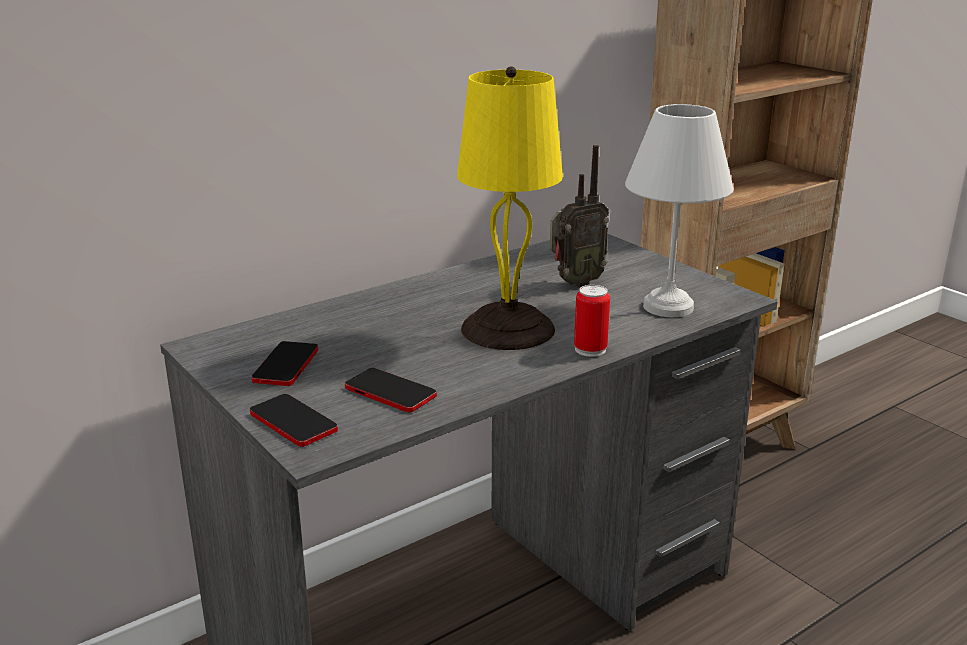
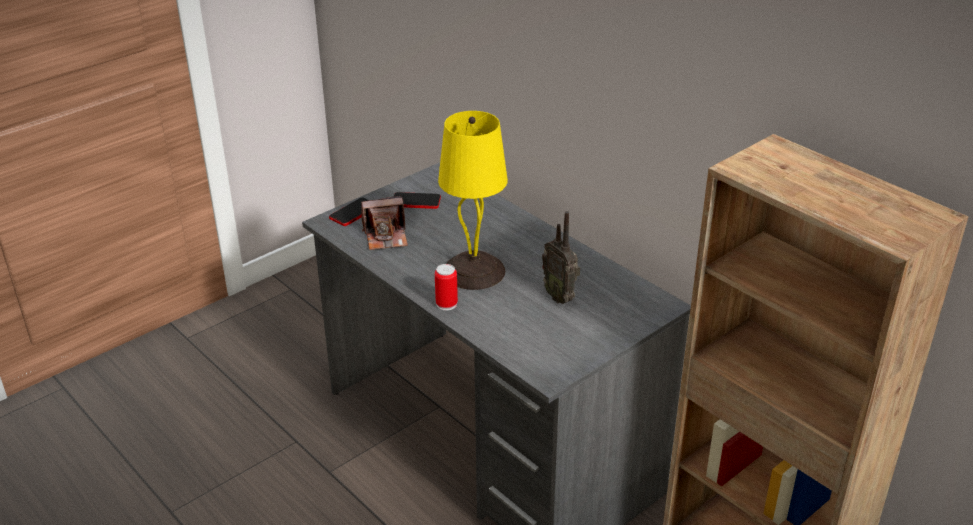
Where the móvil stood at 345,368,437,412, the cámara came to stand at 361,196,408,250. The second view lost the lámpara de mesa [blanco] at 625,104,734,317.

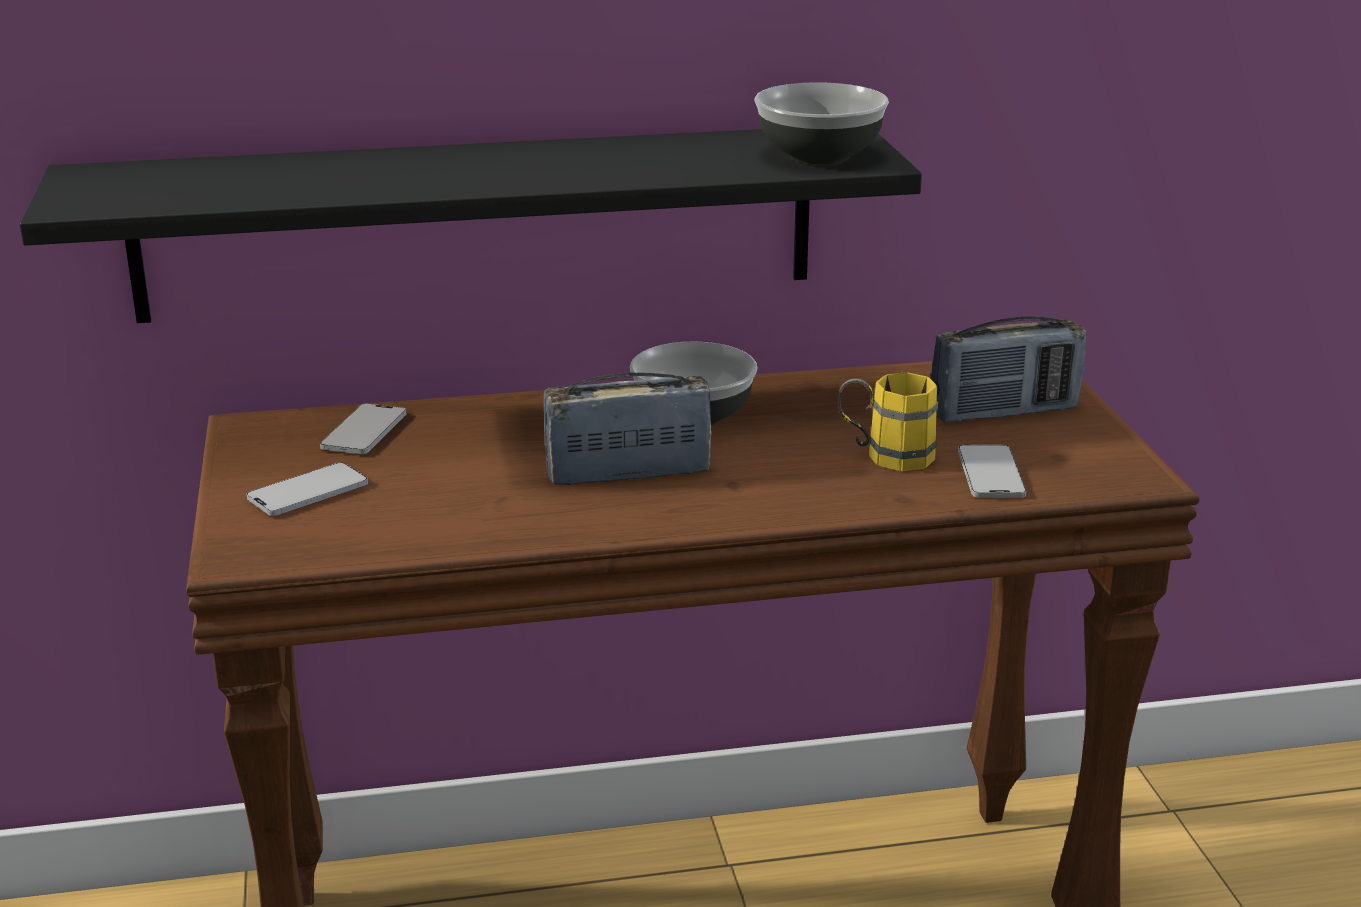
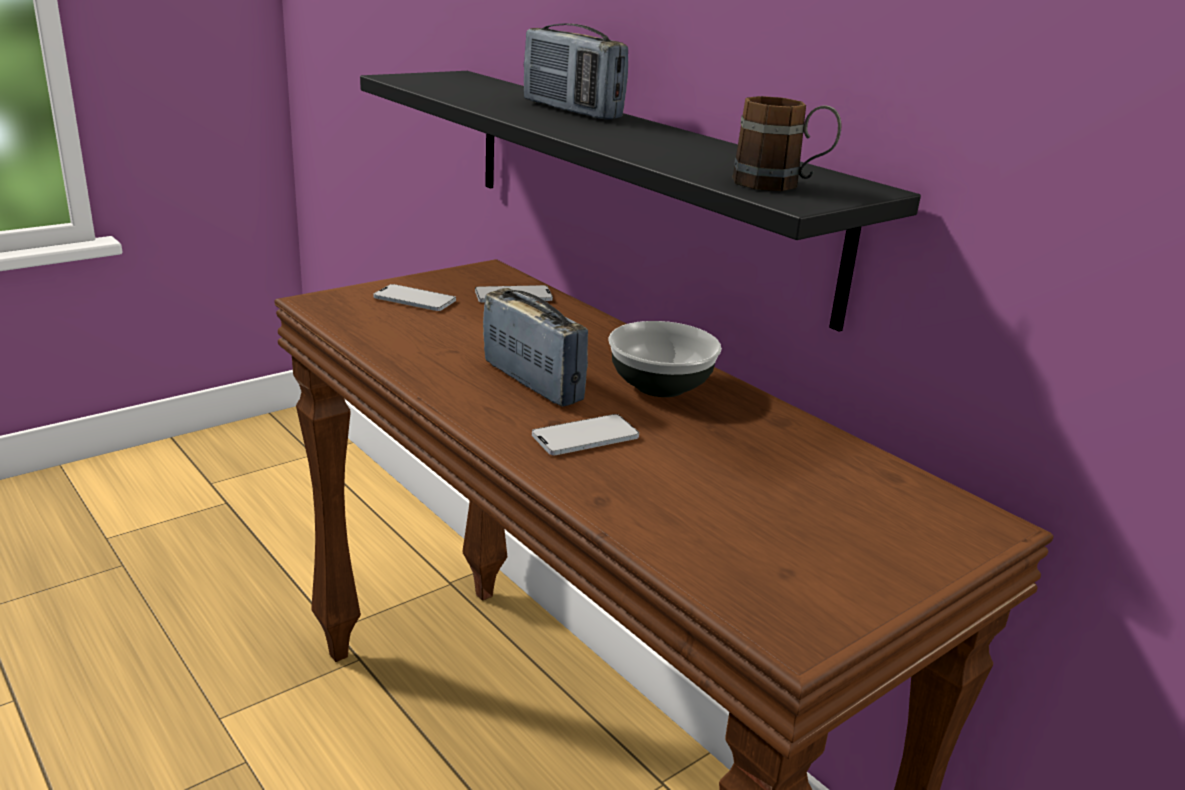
Where the cuenco stood at 754,82,889,164, the taza grande [marrón] came to stand at 733,96,841,191. The second view lost the taza grande [amarillo] at 838,372,938,471. The radio ended up elsewhere, having gone from 931,316,1087,423 to 524,23,628,119. The móvil ended up elsewhere, having gone from 958,445,1027,498 to 532,414,639,455.

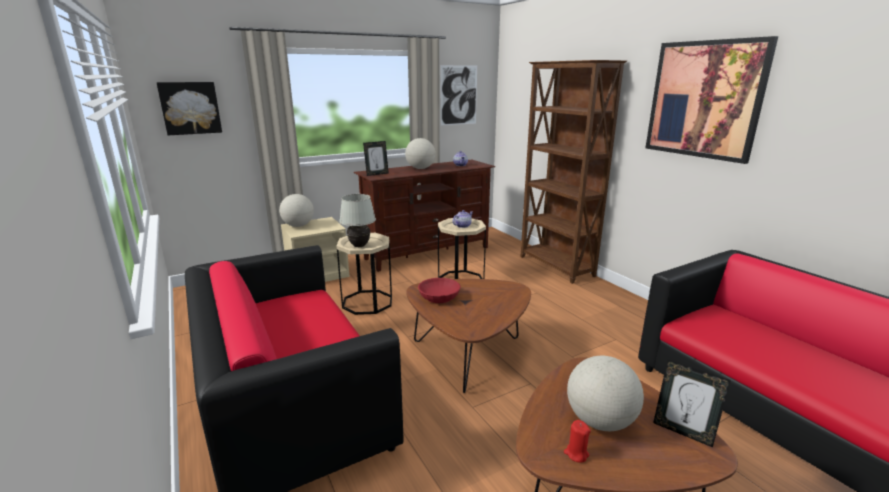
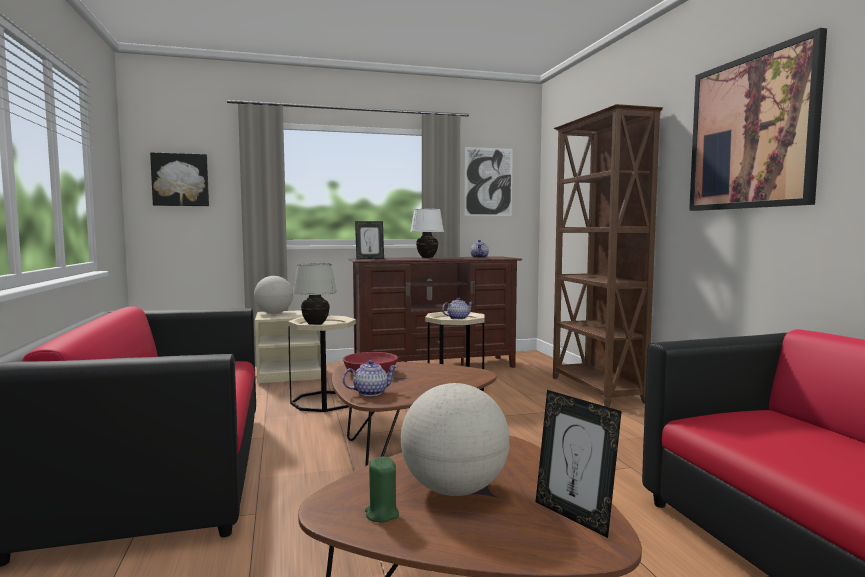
Where the globo terráqueo stood at 405,138,436,169, the lámpara de mesa [blanco] came to stand at 410,209,444,258. What was the vela [rojo] at 564,420,591,463 turned into the vela [verde] at 365,457,399,522. The second view gained the tetera at 343,360,397,396.

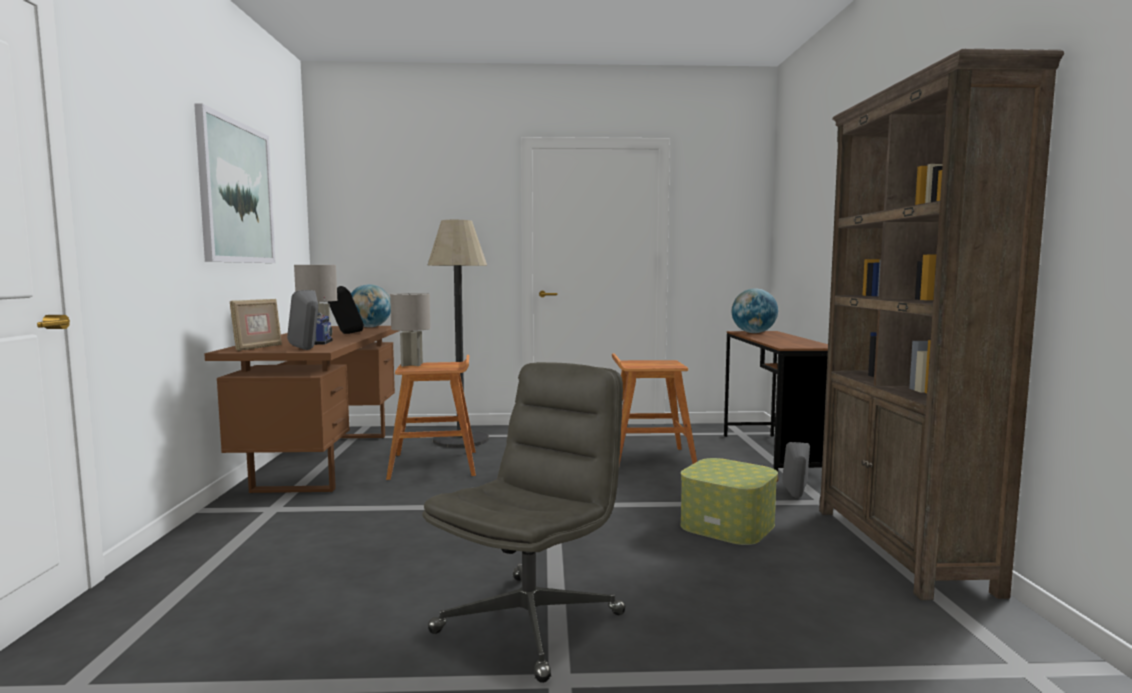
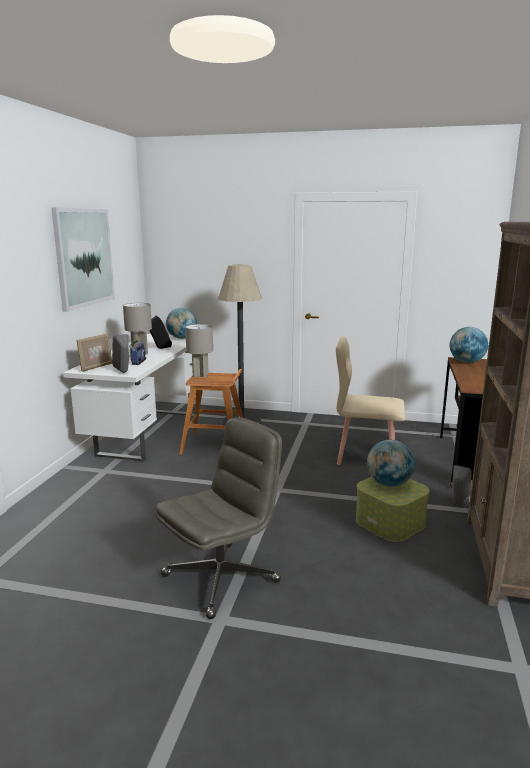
What was the escritorio [marrón] at 204,326,399,494 turned into the escritorio [blanco] at 63,334,193,462. Where the taburete [marrón] stood at 612,353,697,465, the silla [beis] came to stand at 336,336,405,465. The second view gained the globo terráqueo at 367,440,415,487.

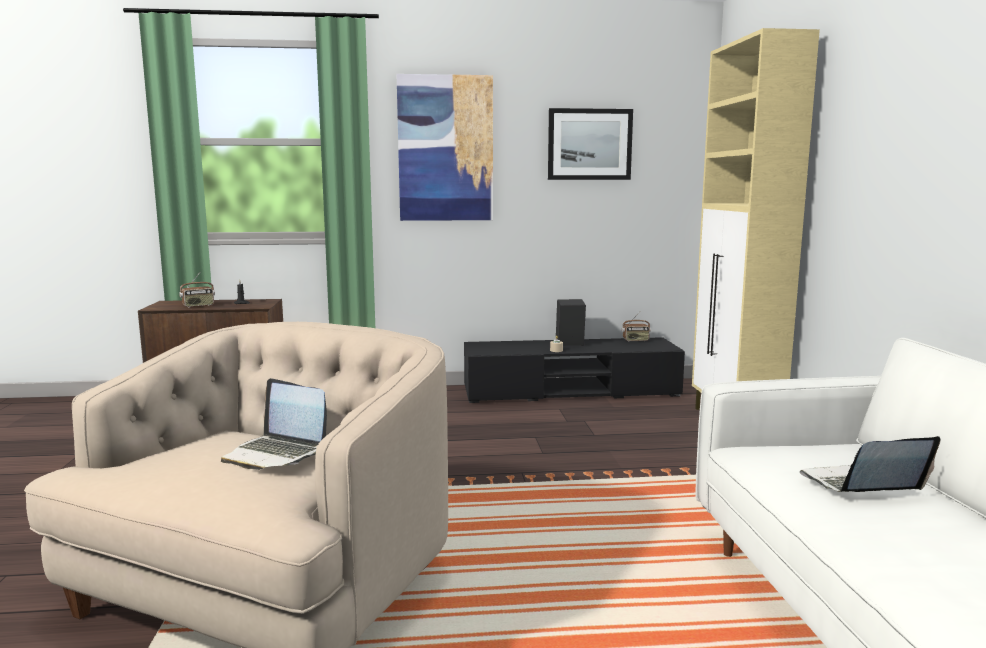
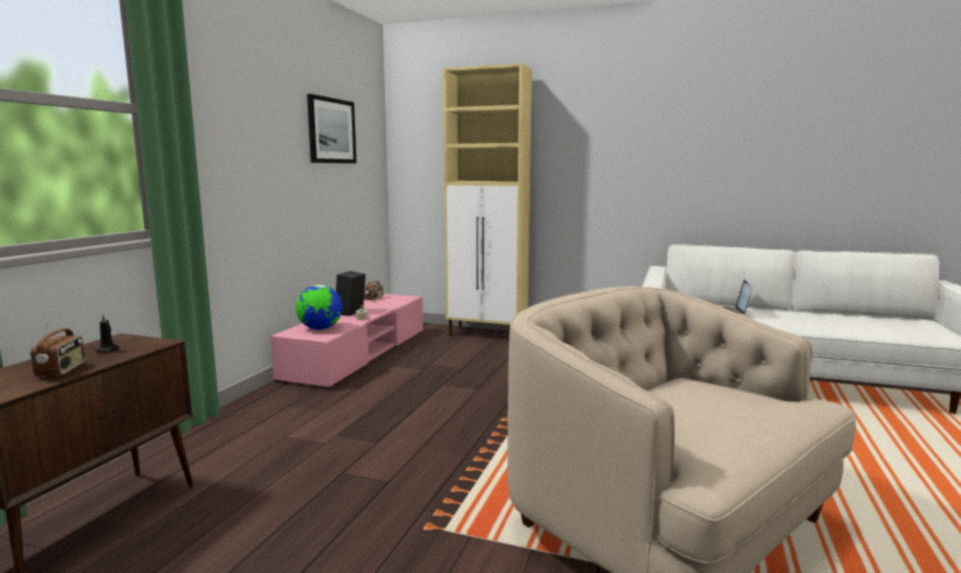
The second view lost the portátil at 221,378,327,470. The second view lost the cuadro at 397,74,493,221. What was the mueble de televisión [negro] at 464,337,685,403 turned into the mueble de televisión [rosa] at 270,294,423,389. The second view gained the globo terráqueo at 296,284,343,330.

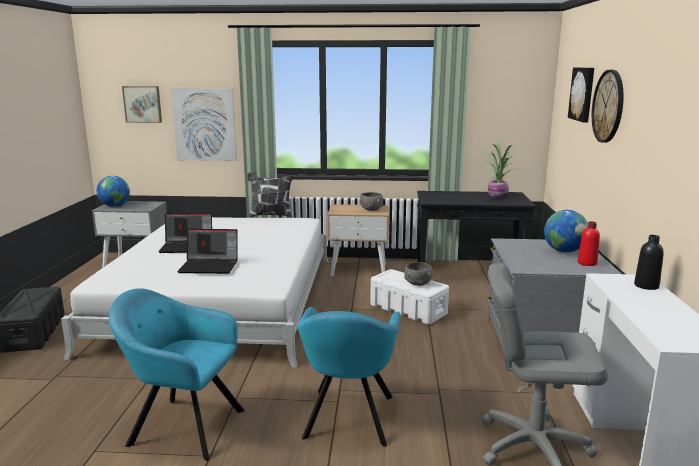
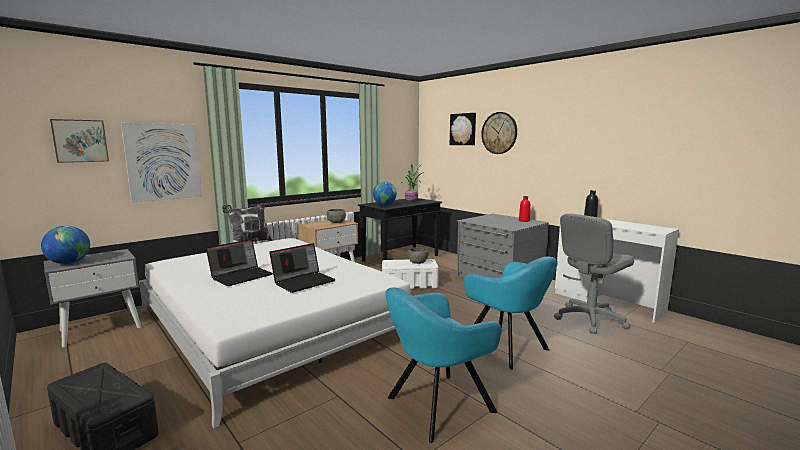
The globo terráqueo ended up elsewhere, having gone from 544,210,588,253 to 373,182,397,206.

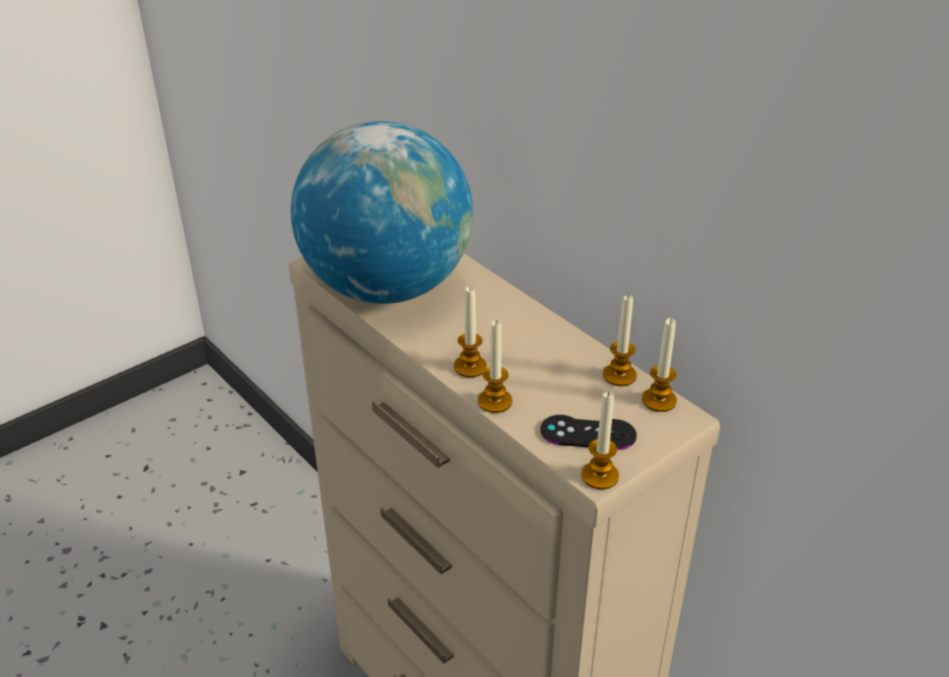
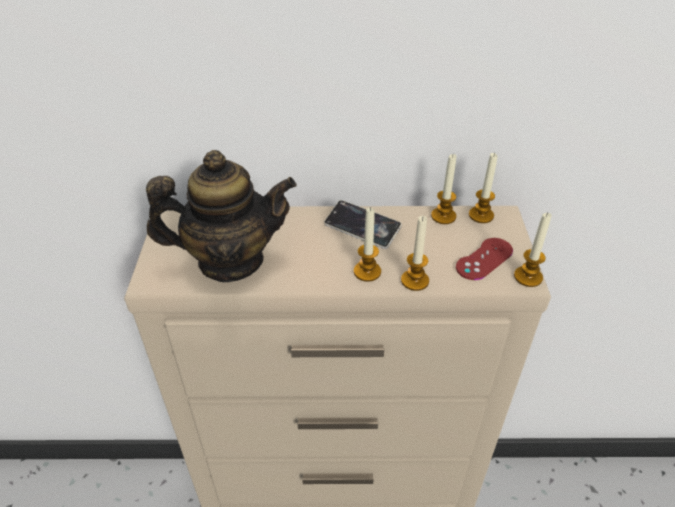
Where the globo terráqueo stood at 291,121,473,304, the tetera came to stand at 146,150,297,282. What was the mando de consola [negro] at 540,415,637,450 turned into the mando de consola [rojo] at 456,238,513,280. The second view gained the móvil at 324,200,402,249.

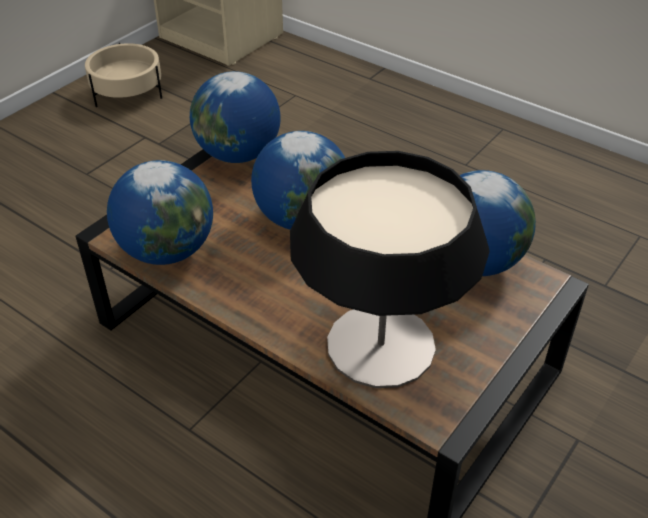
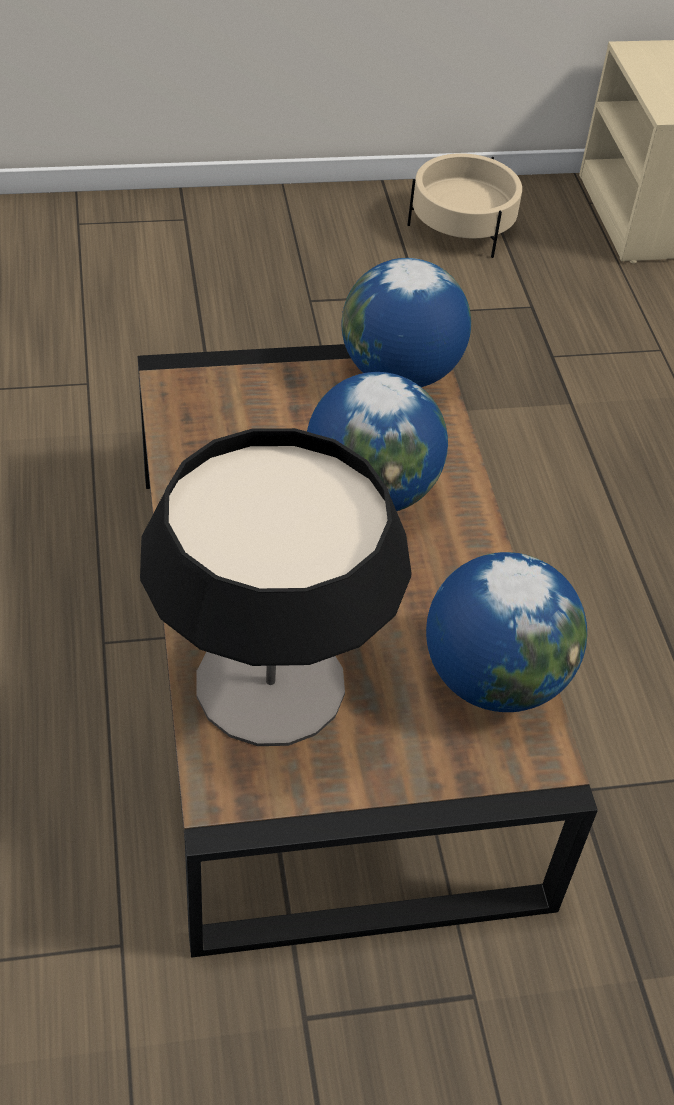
The second view lost the globo terráqueo at 107,160,213,265.

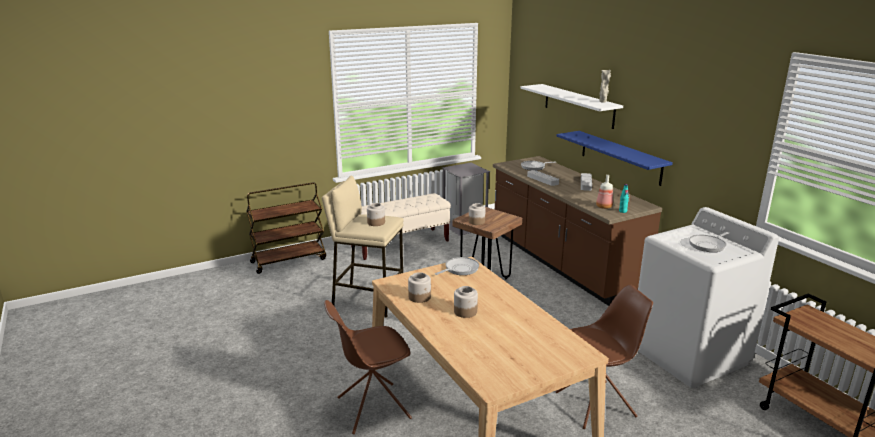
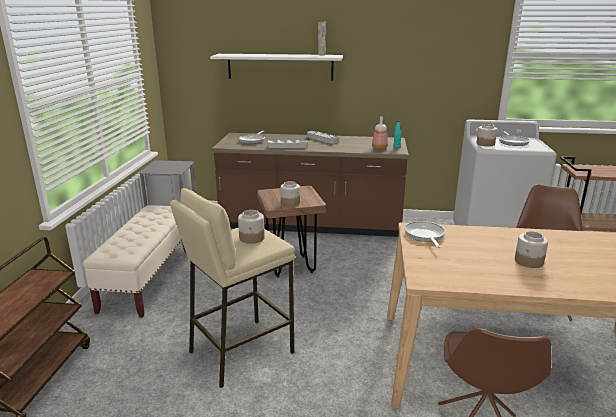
The tarro ended up elsewhere, having gone from 408,272,431,303 to 476,124,497,147. The second view lost the estante [azul] at 557,131,673,186.

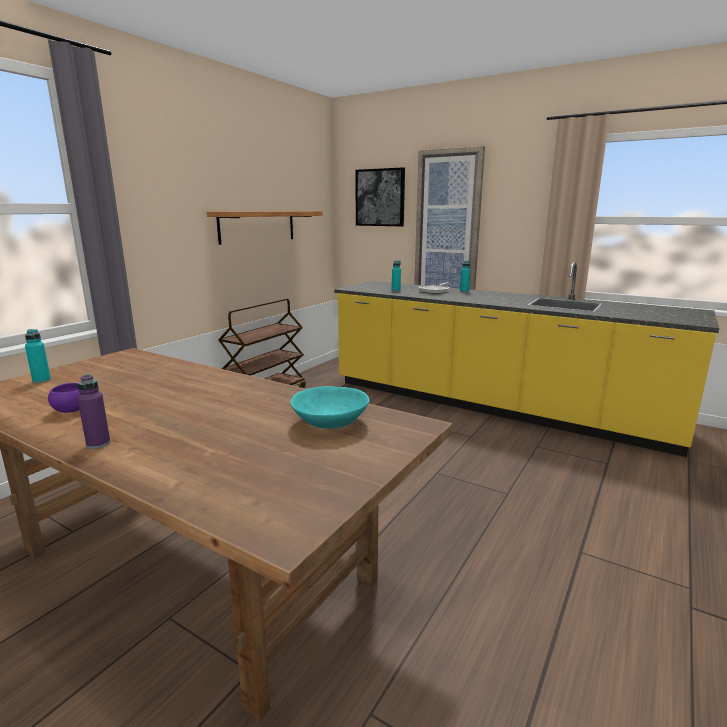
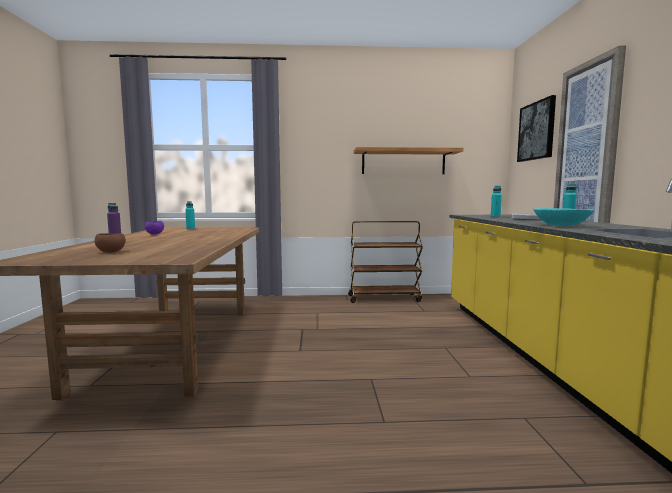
The cuenco [turquesa] ended up elsewhere, having gone from 291,386,369,429 to 533,208,594,226. The second view gained the cuenco [marrón] at 95,233,126,253.

